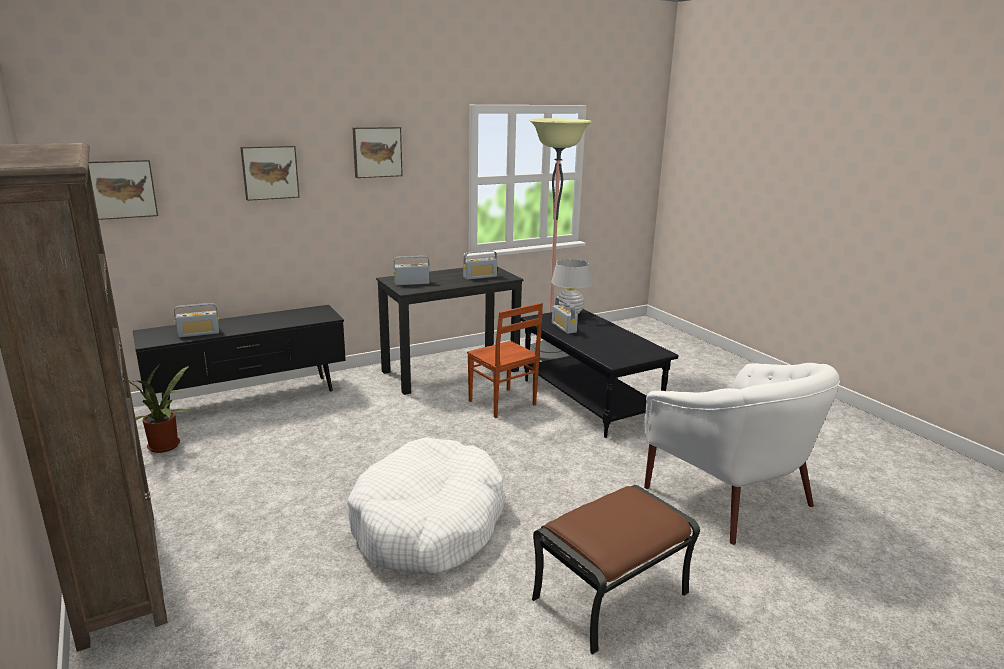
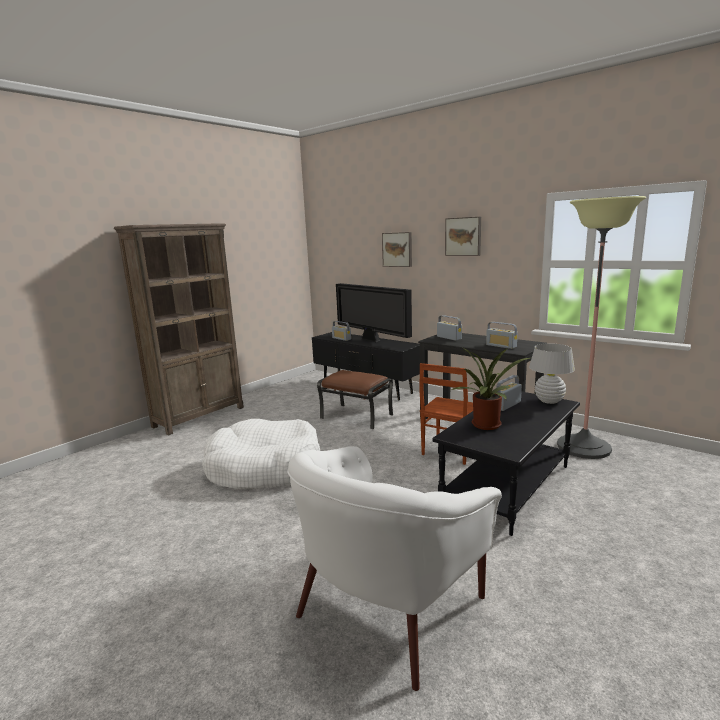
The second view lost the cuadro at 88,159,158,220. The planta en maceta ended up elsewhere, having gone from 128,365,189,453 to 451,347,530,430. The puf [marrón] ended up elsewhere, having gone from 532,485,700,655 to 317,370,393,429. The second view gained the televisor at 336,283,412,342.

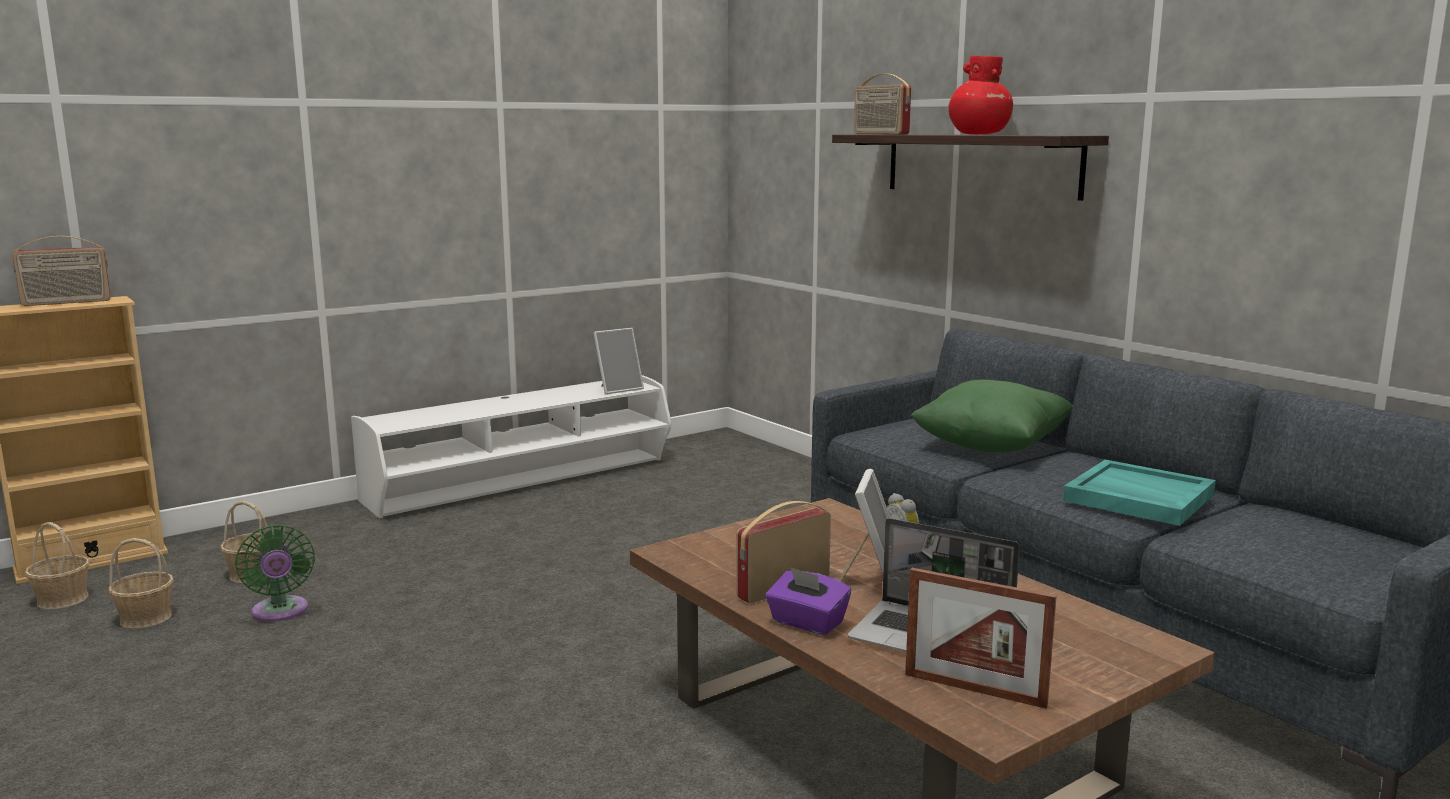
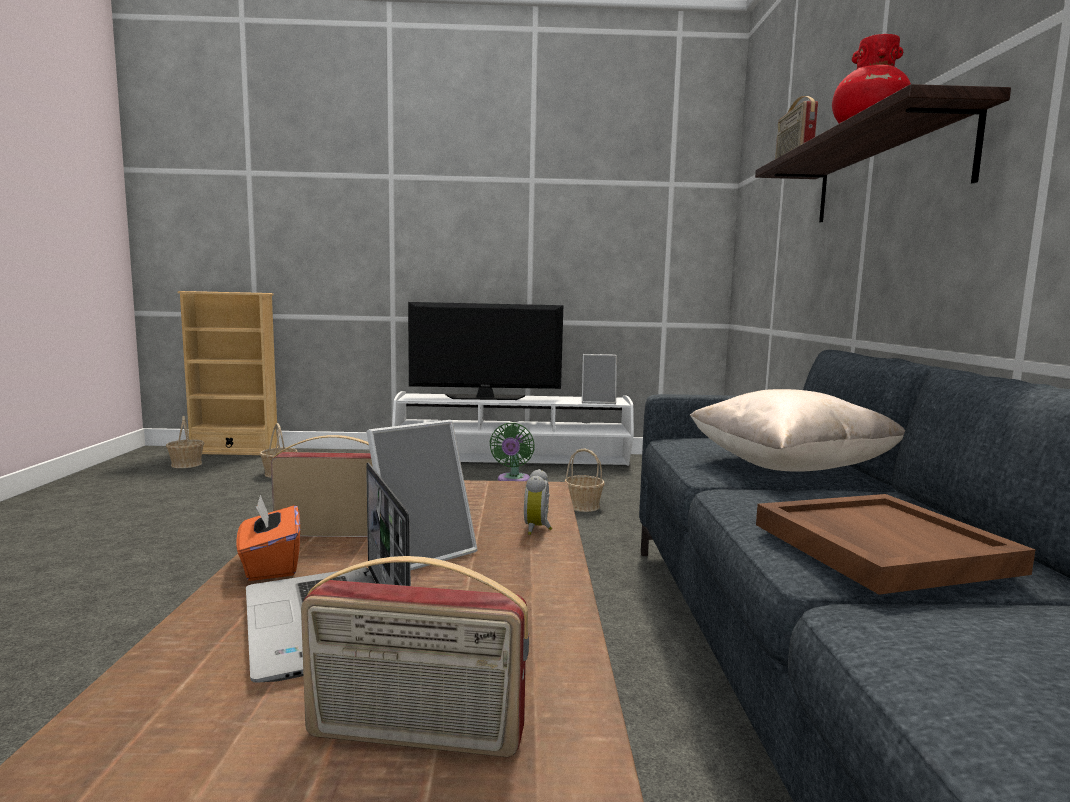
The radio ended up elsewhere, having gone from 12,236,111,306 to 301,556,529,757. The cesta ended up elsewhere, having gone from 109,538,174,629 to 565,449,604,512. The ventilador [verde] ended up elsewhere, having gone from 235,525,315,622 to 490,422,535,481. What was the caja de pañuelos [morado] at 766,567,851,635 turned into the caja de pañuelos [naranja] at 236,495,300,581. The second view lost the portarretratos at 905,568,1057,709. What was the cojín [verde] at 910,380,1073,452 turned into the cojín [beis] at 690,389,905,472. What was the bandeja [turquesa] at 1063,460,1216,526 turned into the bandeja [marrón] at 756,494,1035,595. The second view gained the televisor at 408,302,563,400.

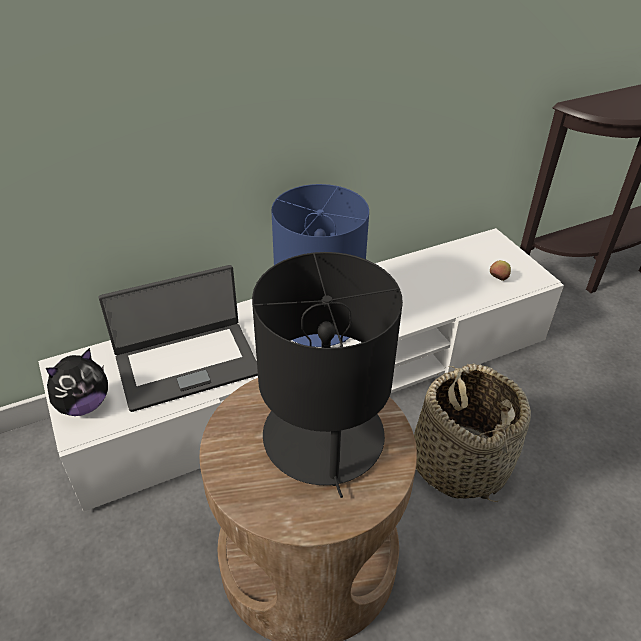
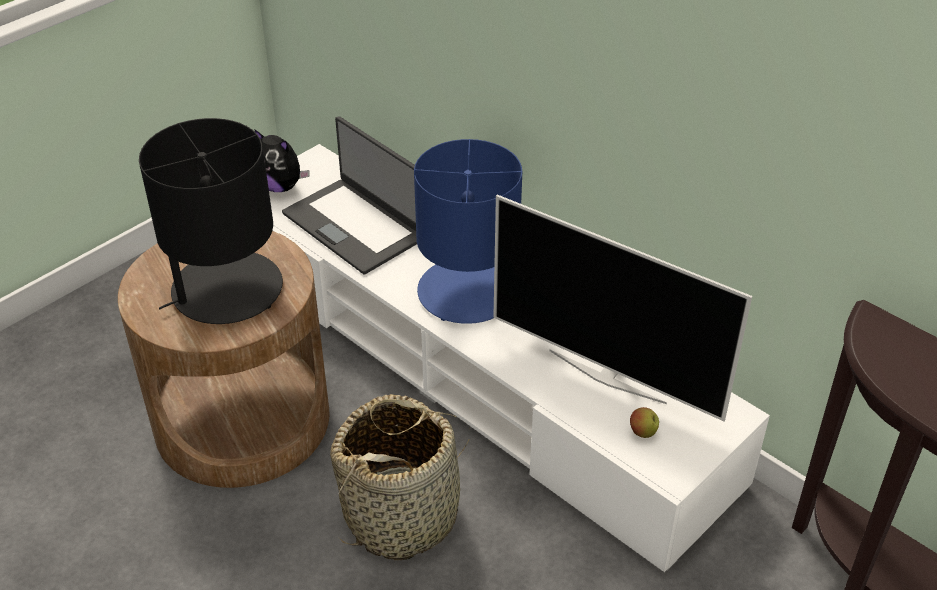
The second view gained the televisor at 493,194,752,421.

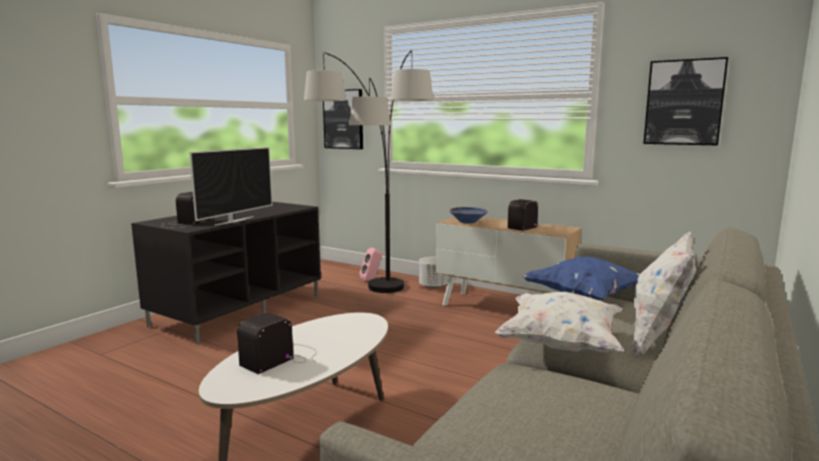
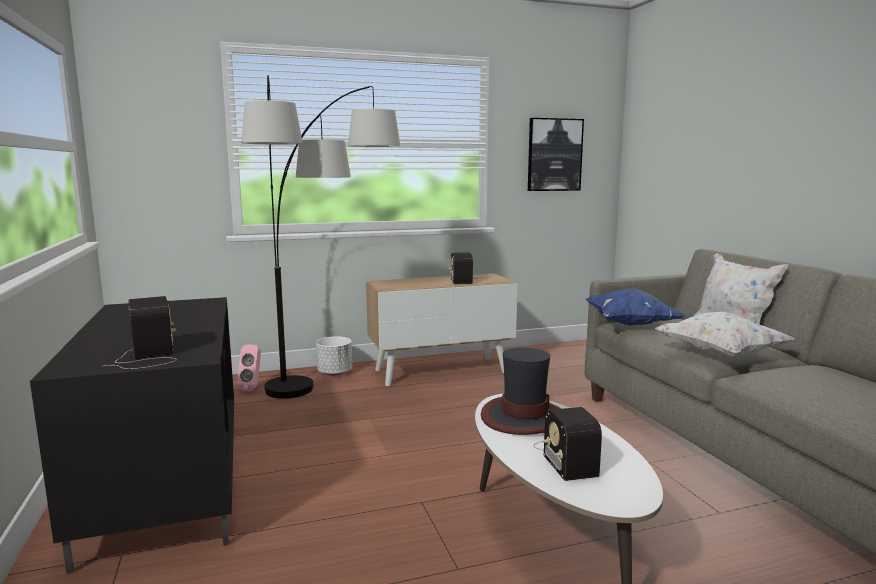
The second view lost the televisor at 189,147,272,226. The second view lost the cuadro at 323,89,363,149. The second view lost the cuenco [azul] at 449,207,488,224. The second view gained the sombrero at 481,348,562,435.

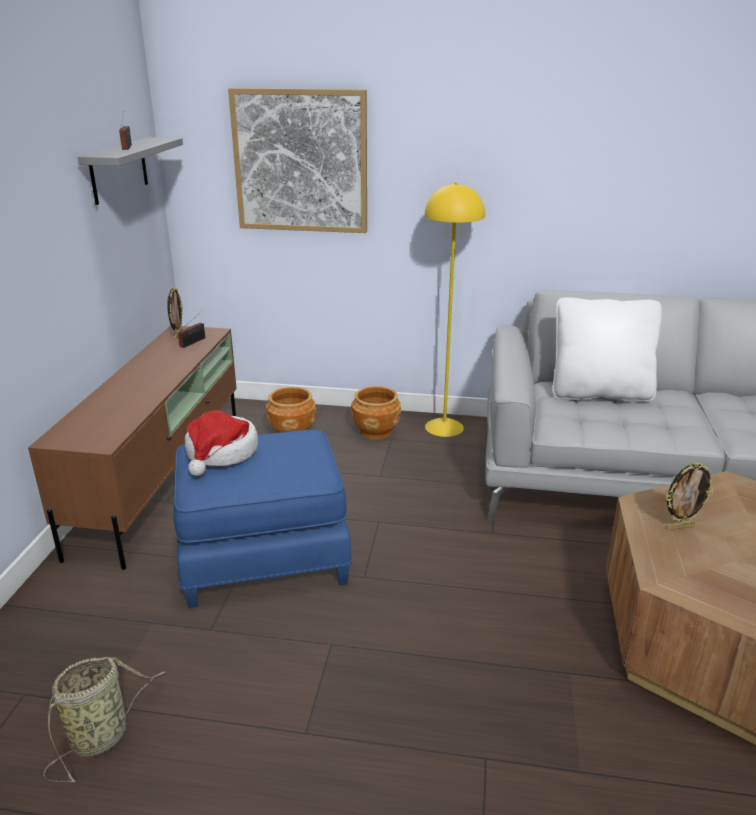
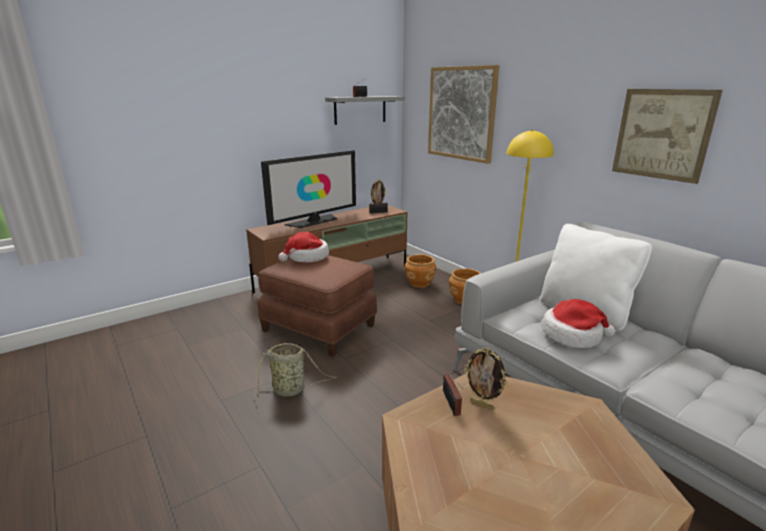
The cesta ended up elsewhere, having gone from 43,657,166,783 to 255,343,336,398. What was the puf [azul] at 173,430,352,608 turned into the puf [marrón] at 258,255,377,357. The second view gained the televisor at 261,150,356,228. The second view gained the radio at 443,374,463,416. The second view gained the sombrero at 542,299,616,348. The second view gained the cuadro at 612,89,723,184.

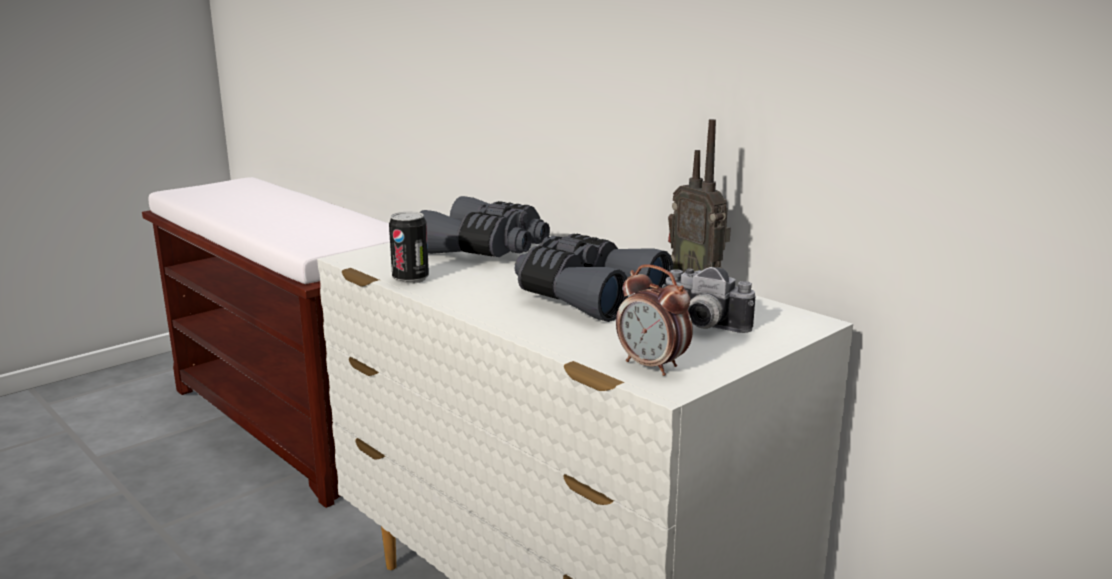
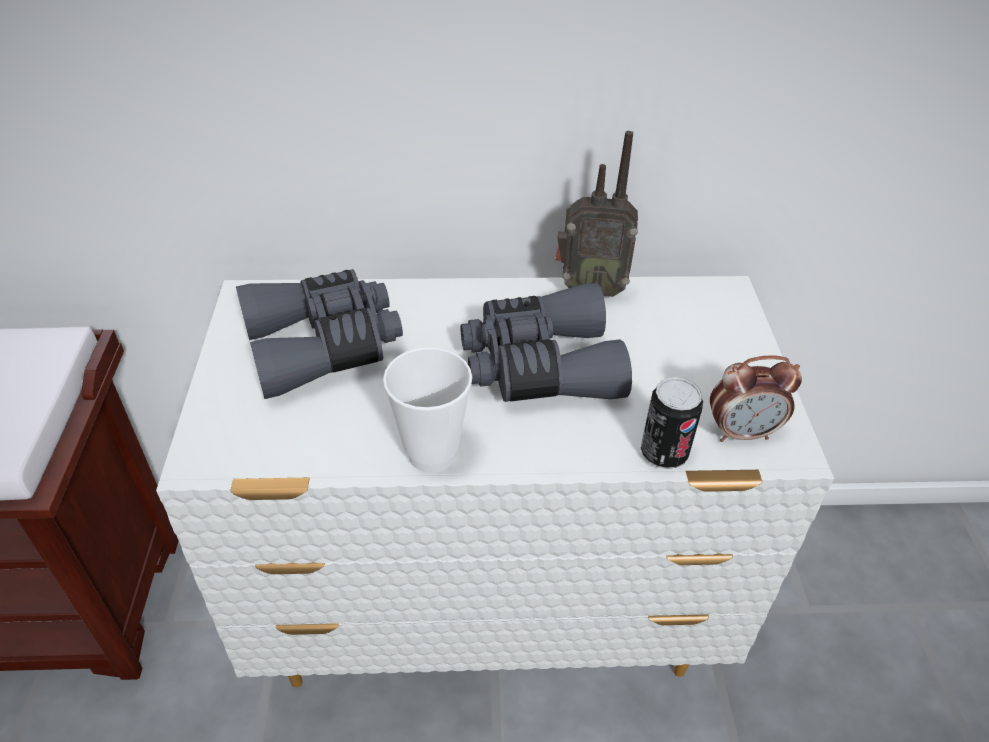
The lata ended up elsewhere, having gone from 389,212,429,284 to 641,377,703,469. The second view lost the cámara at 662,267,755,333. The second view gained the taza at 383,347,472,473.

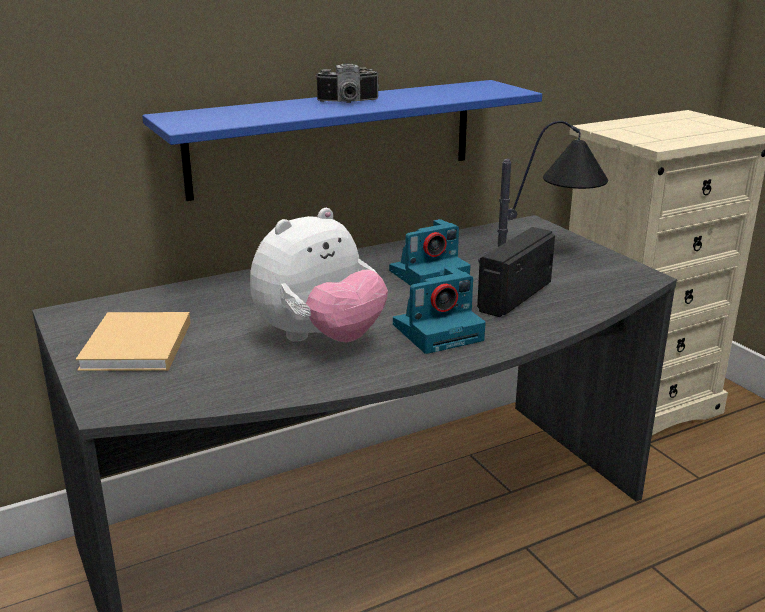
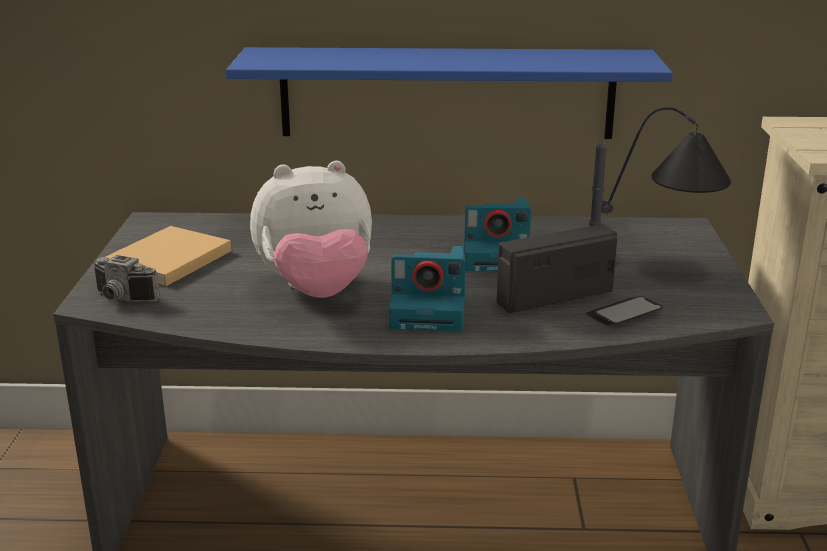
The cámara ended up elsewhere, having gone from 315,63,379,103 to 94,255,160,302. The second view gained the móvil at 586,296,663,325.

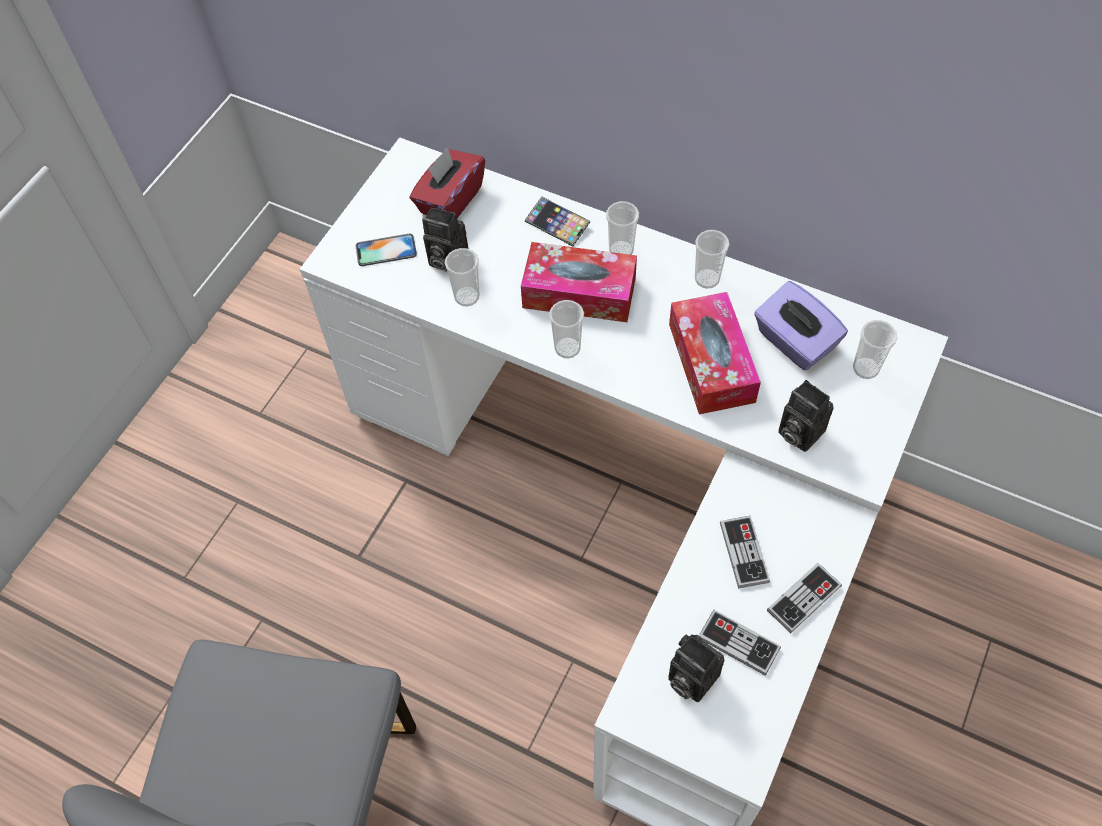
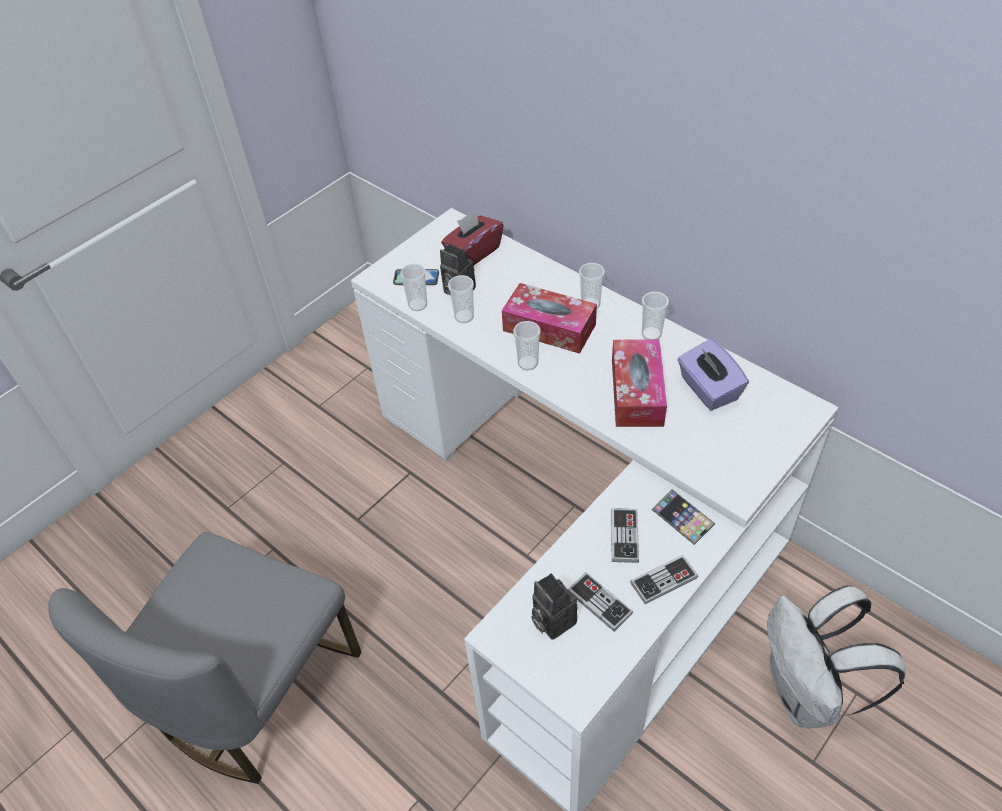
The móvil ended up elsewhere, having gone from 525,197,590,246 to 652,489,715,545. The second view lost the cámara at 778,380,834,452. The taza ended up elsewhere, having gone from 853,320,897,379 to 400,264,427,311. The second view gained the mochila [blanco] at 767,585,906,728.

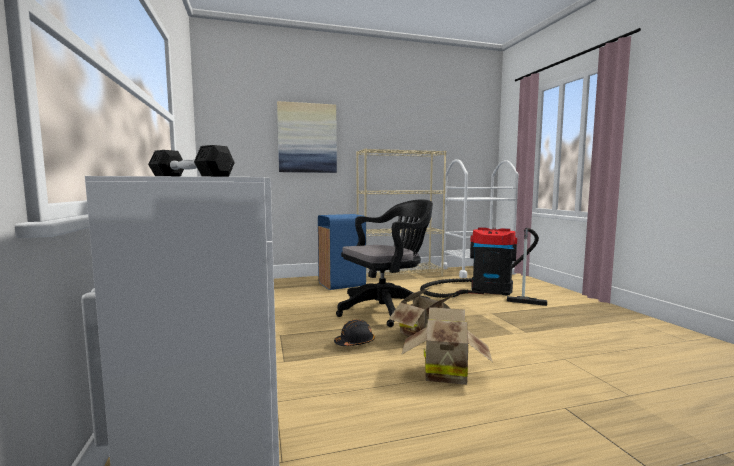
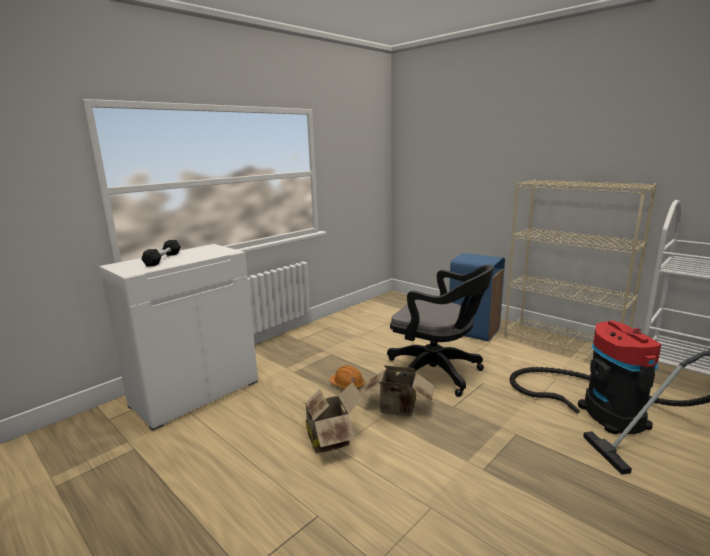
The second view lost the cuadro at 277,101,337,173. What was the casco [negro] at 334,319,375,346 turned into the casco [naranja] at 330,365,364,389.

